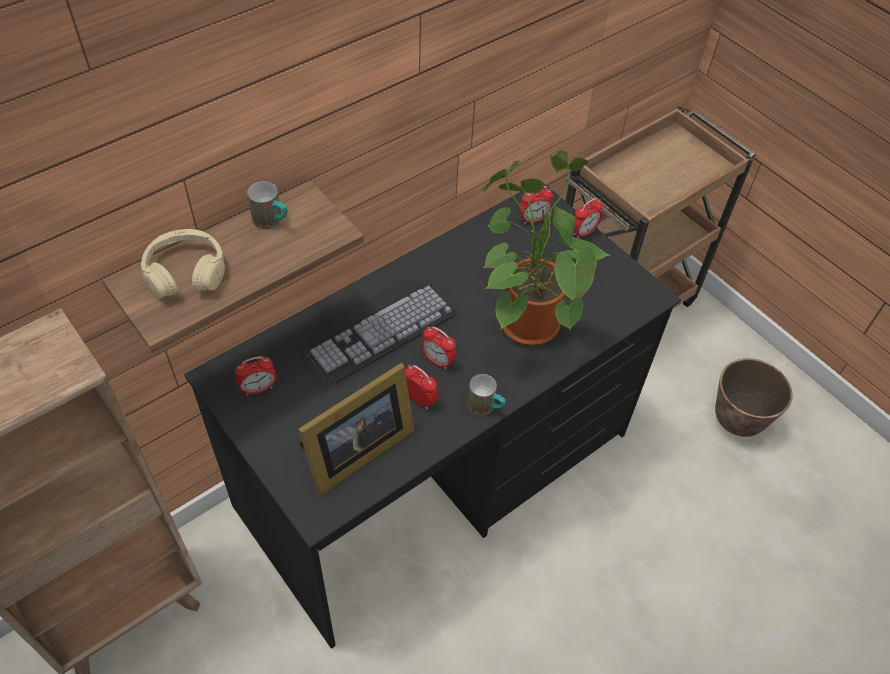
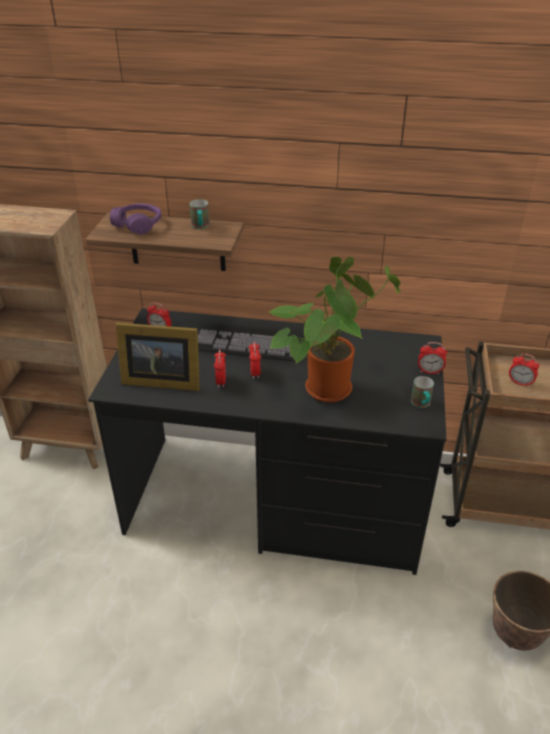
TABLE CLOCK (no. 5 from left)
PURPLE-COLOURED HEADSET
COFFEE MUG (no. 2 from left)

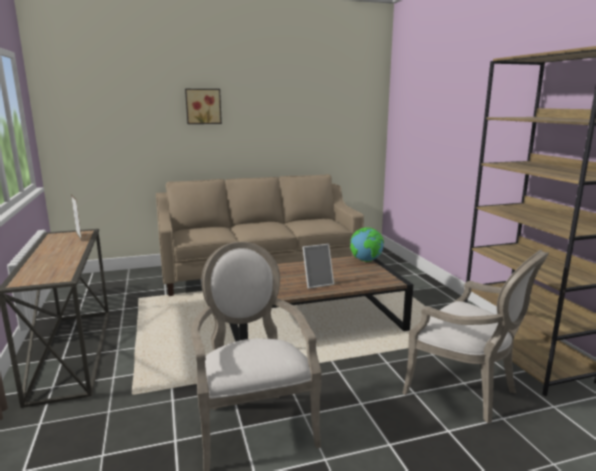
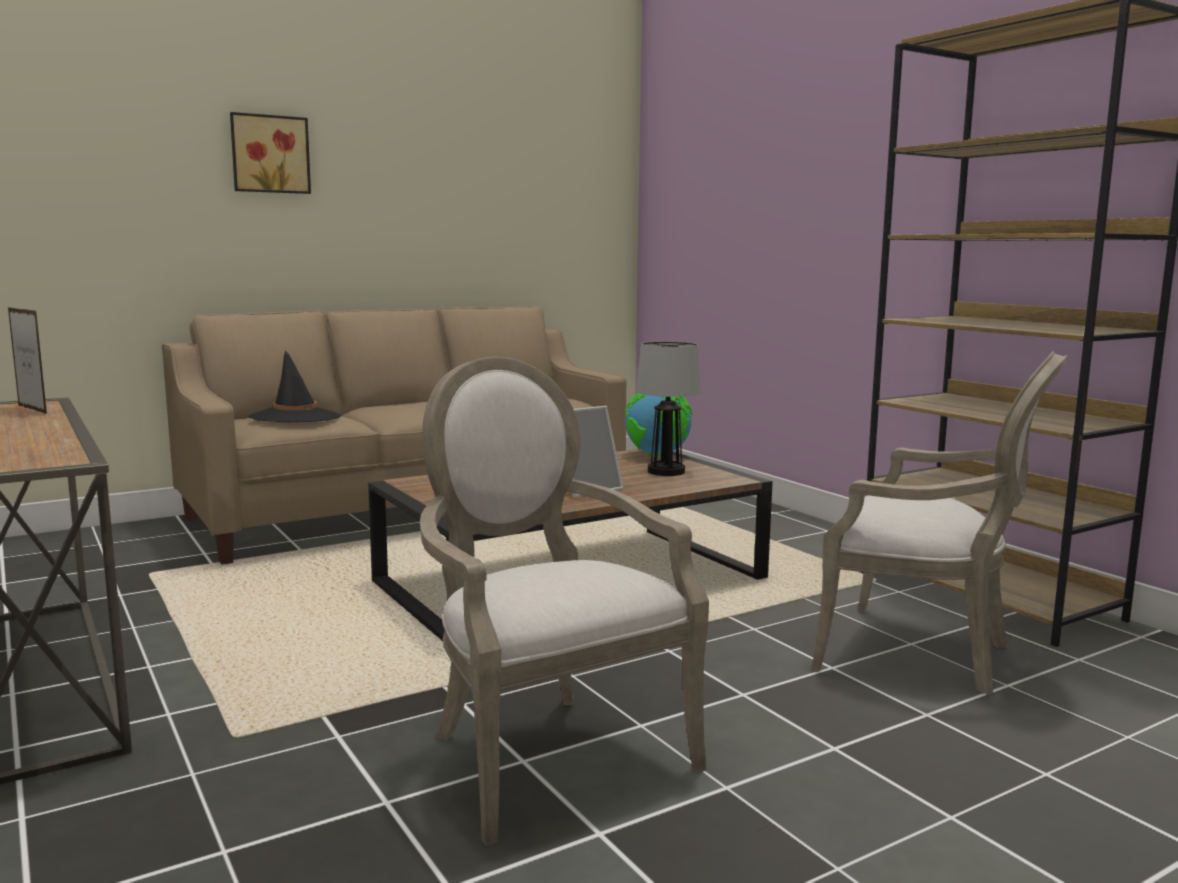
TABLE LAMP
BLACKISH WEARABLE HAT

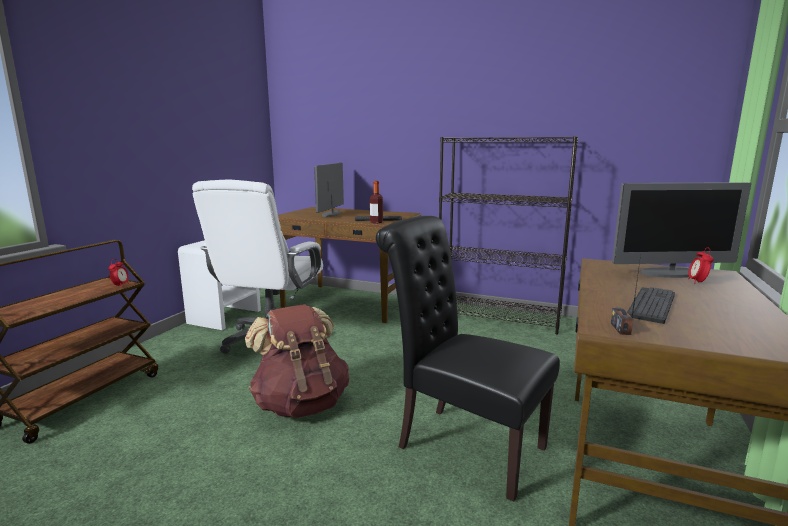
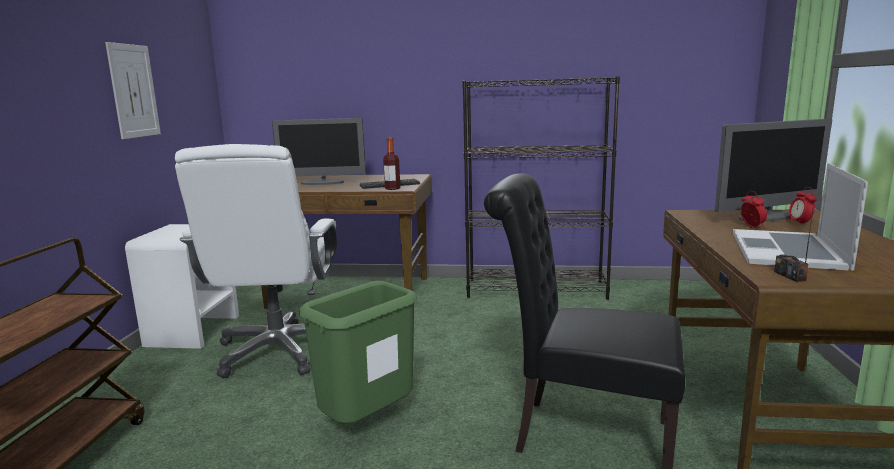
COMPUTER SCREEN (no. 1 from left)
TABLE CLOCK (no. 1 from left)
LAPTOP
GREENISH WASTE BIN
PICTURE

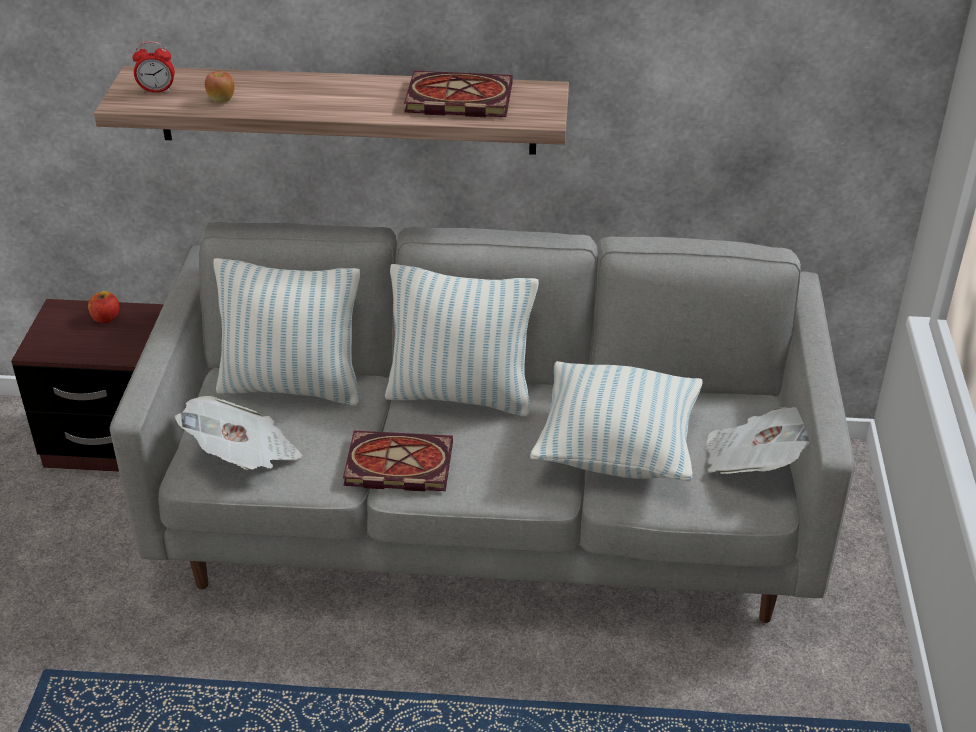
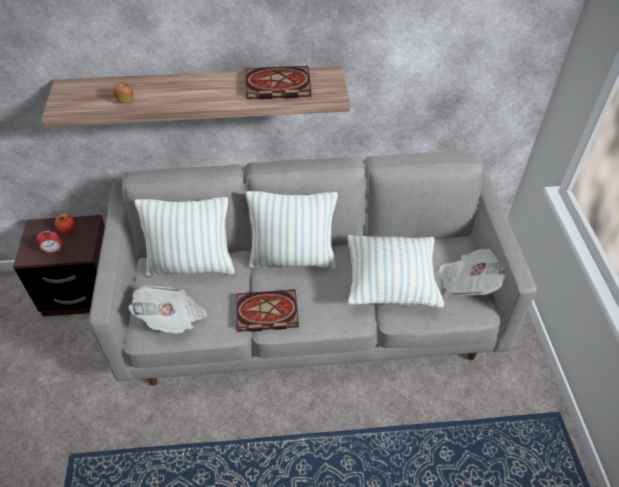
TABLE CLOCK

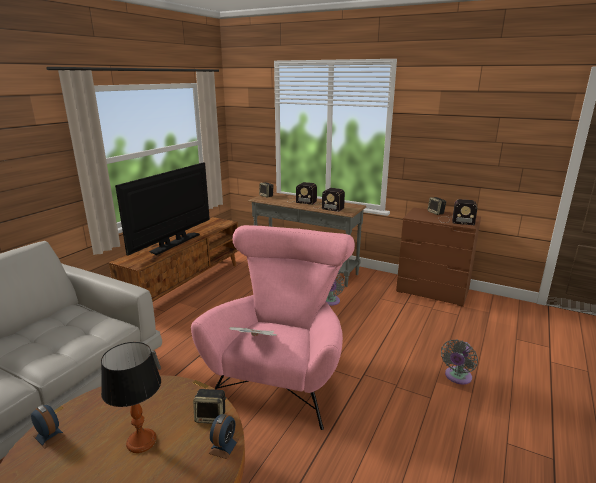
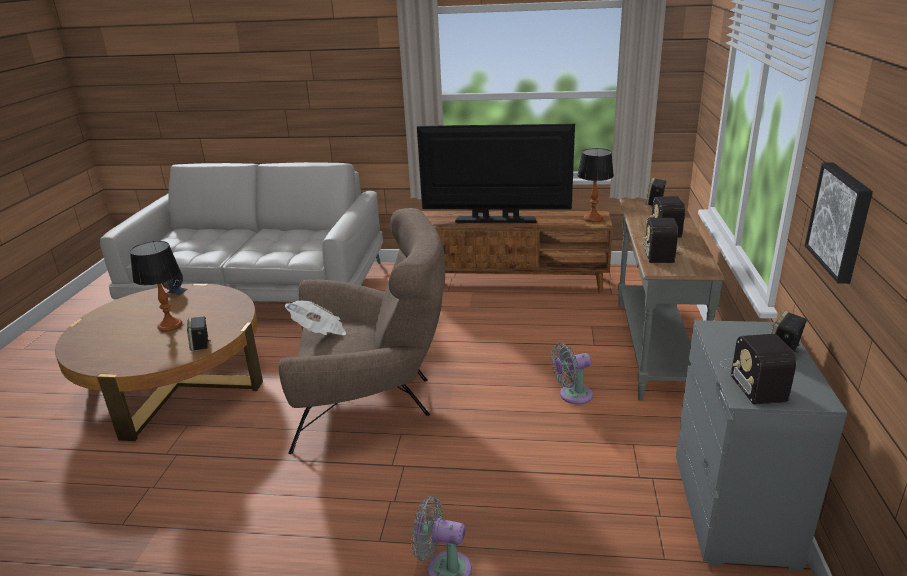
GREYISH CHEST OF DRAWERS
BROWN-COLOURED LOUNGE CHAIR
TABLE CLOCK (no. 2 from left in the first image)
TABLE LAMP (no. 2 from left)
PICTURE

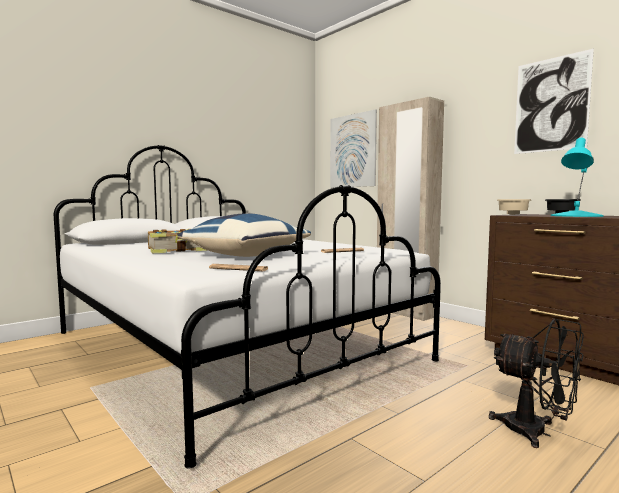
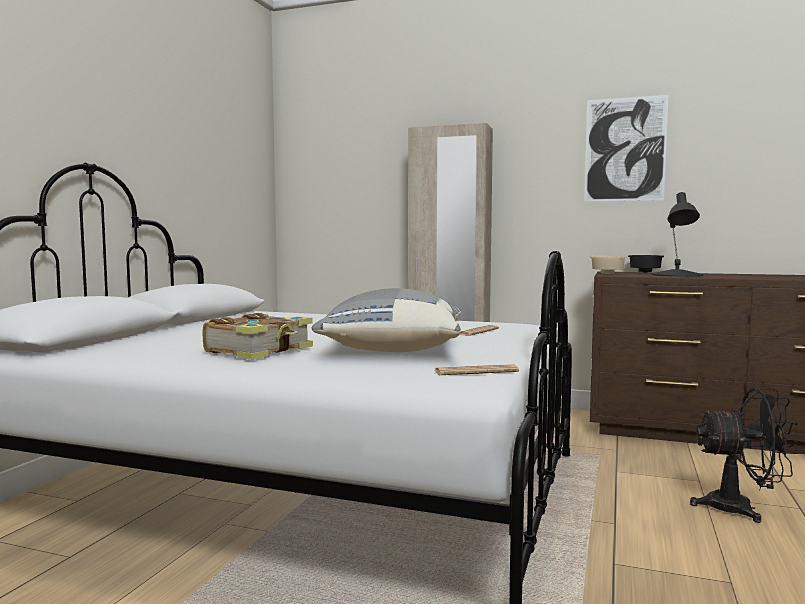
PICTURE (no. 1 from left in the first image)
BLACKISH TABLE LAMP
GREYISH THROW PILLOW

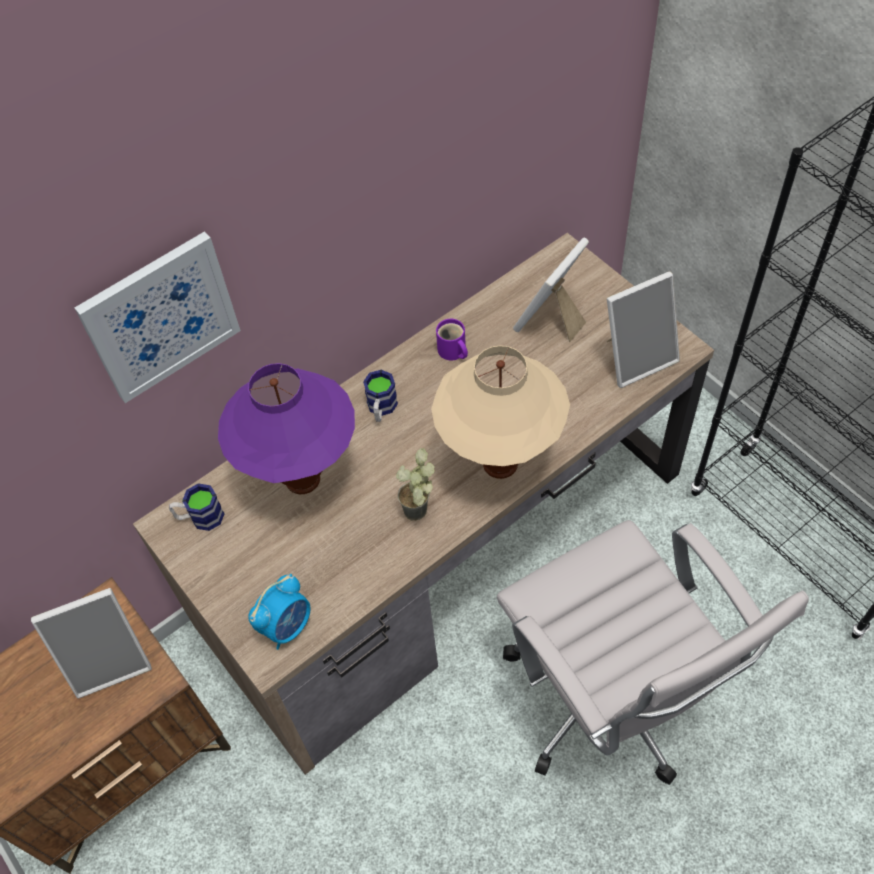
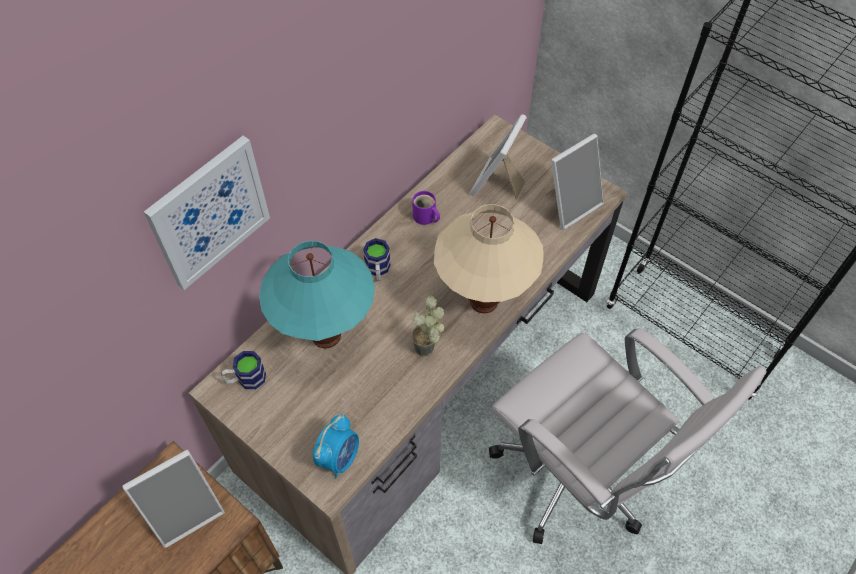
BLUE-GREEN TABLE LAMP

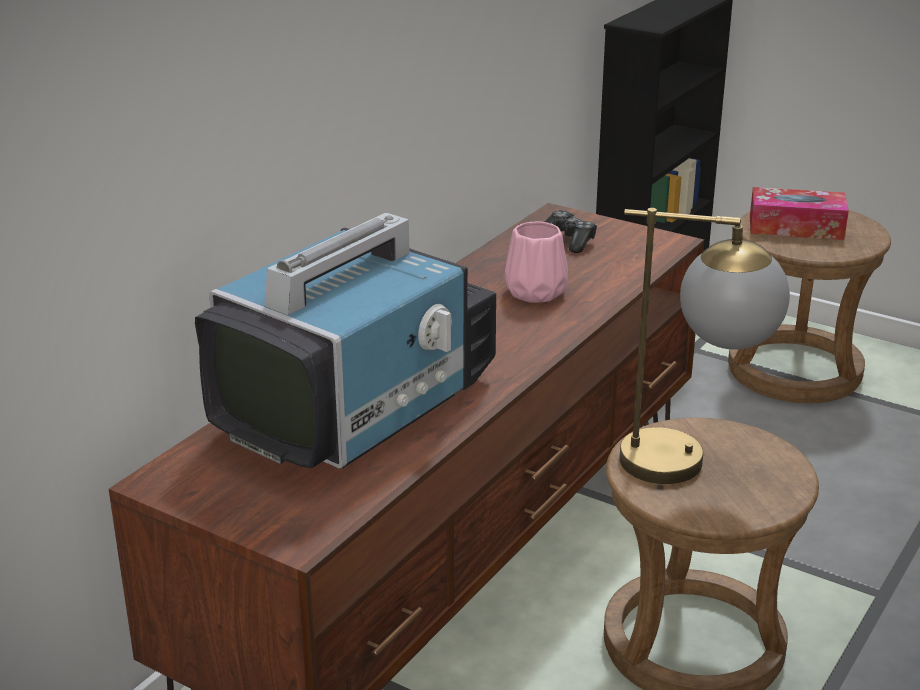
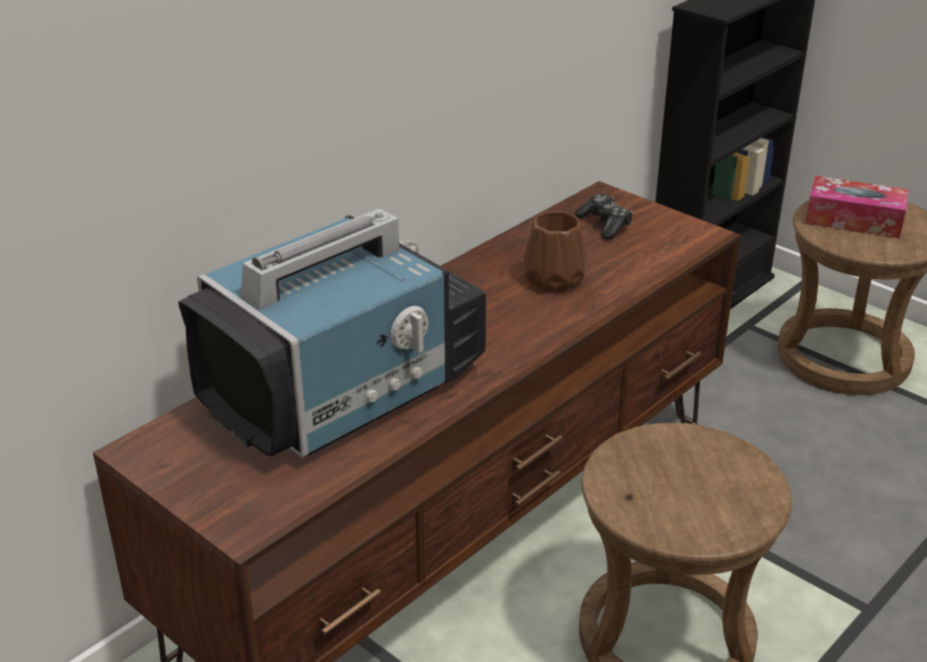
TABLE LAMP
BROWN-COLOURED FLOWER VASE

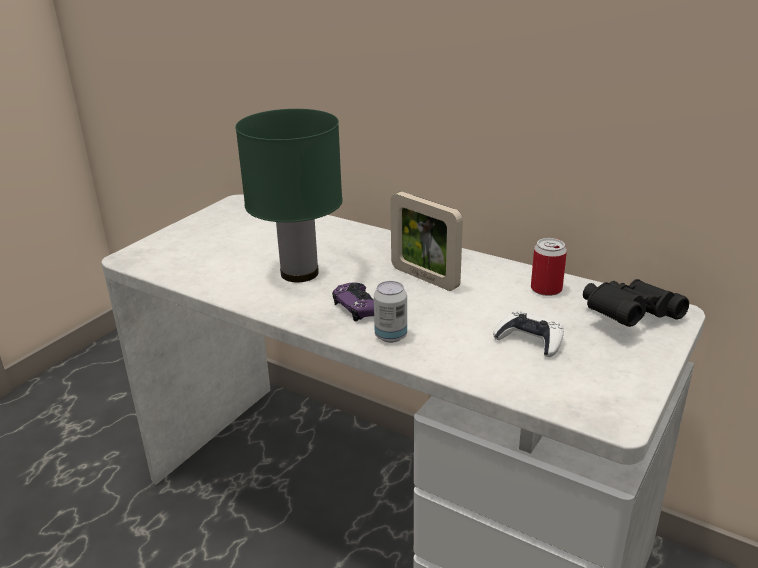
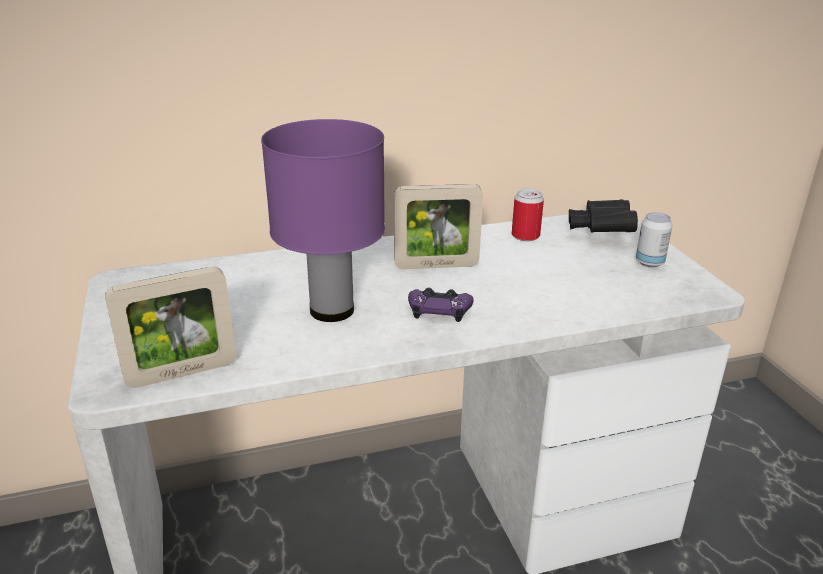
PURPLE-COLOURED TABLE LAMP
CAN (no. 2 from left)
WHITE-COLOURED GAME CONTROLLER
PHOTO FRAME (no. 1 from left)

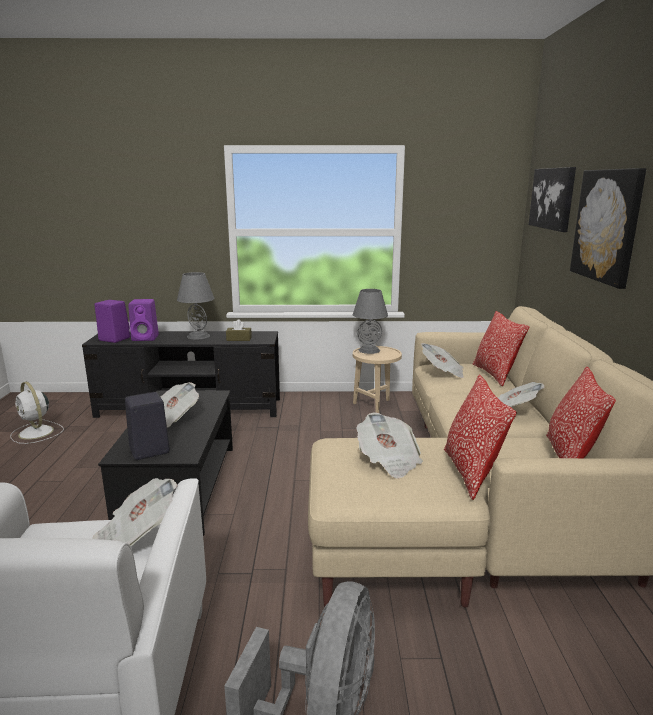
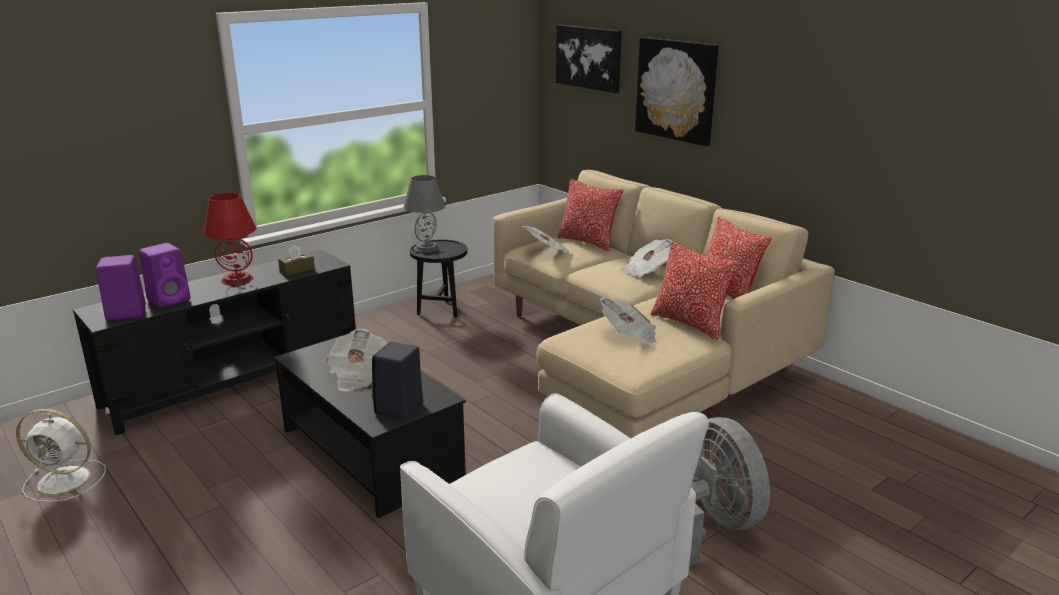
REDDISH TABLE LAMP
BLACKISH END TABLE
DAILY PAPER (no. 1 from left in the first image)

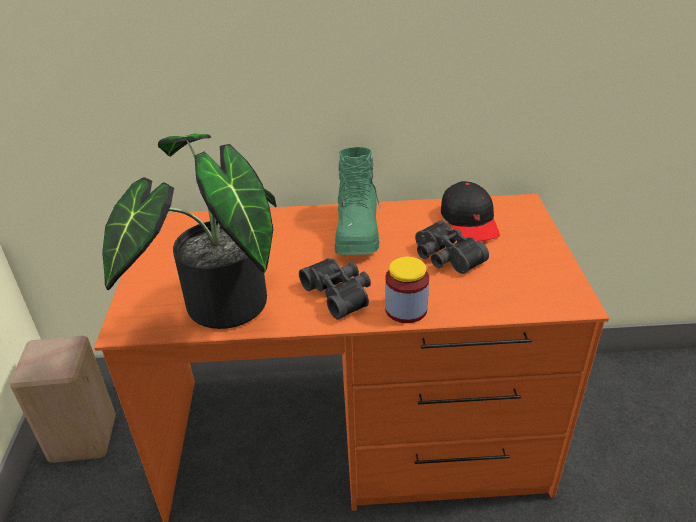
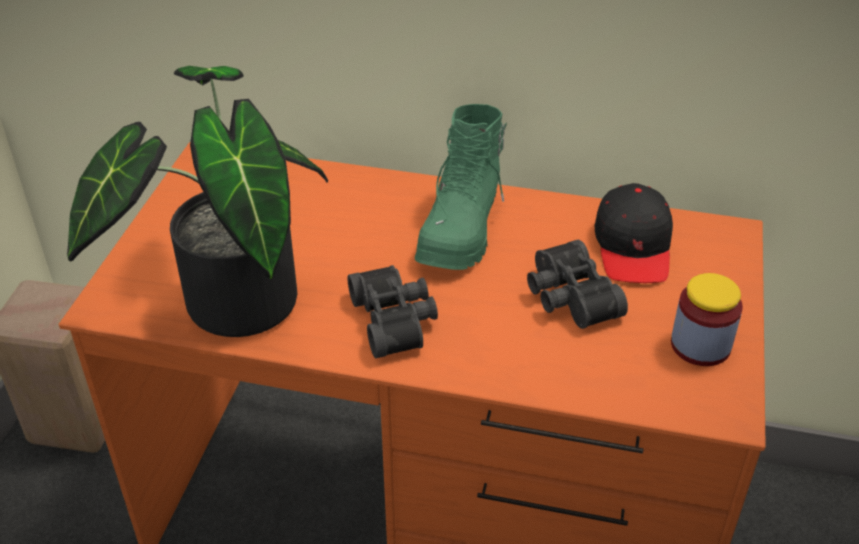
PRESERVE JAR

